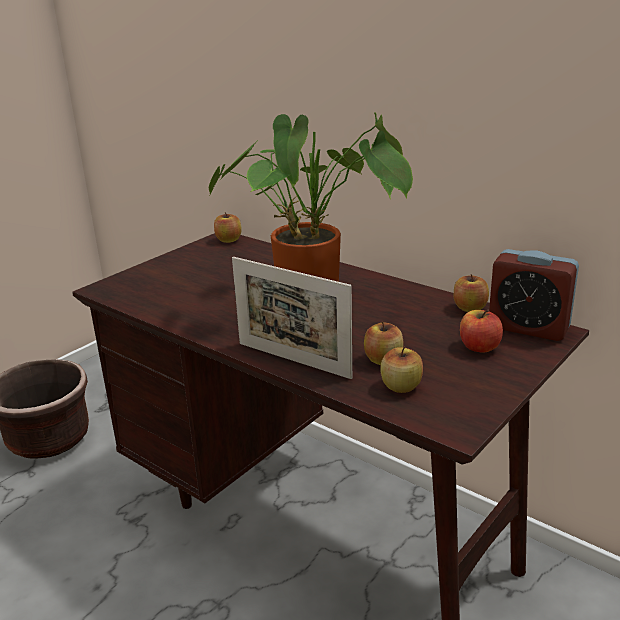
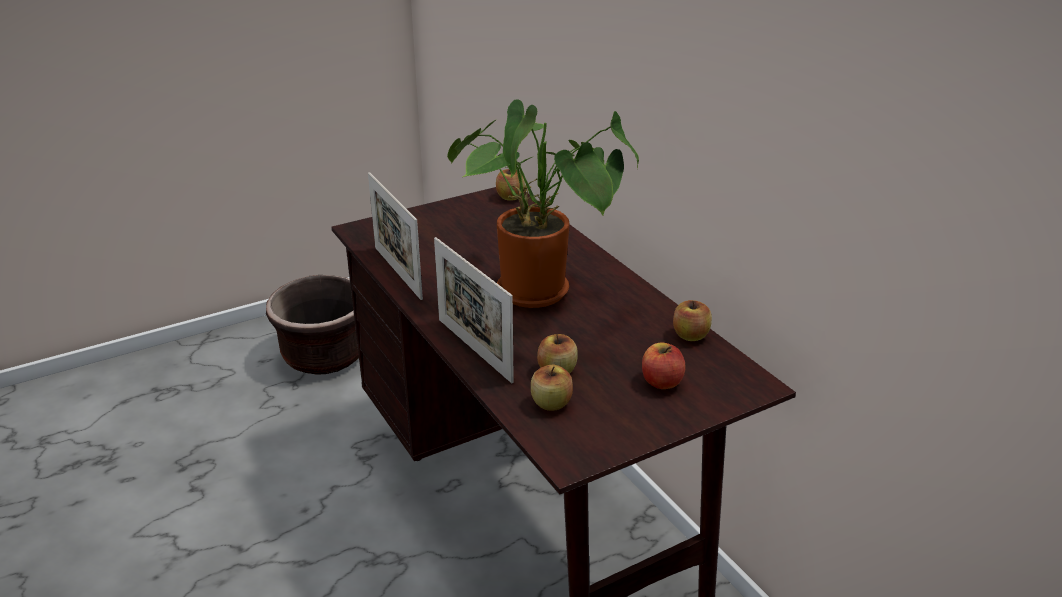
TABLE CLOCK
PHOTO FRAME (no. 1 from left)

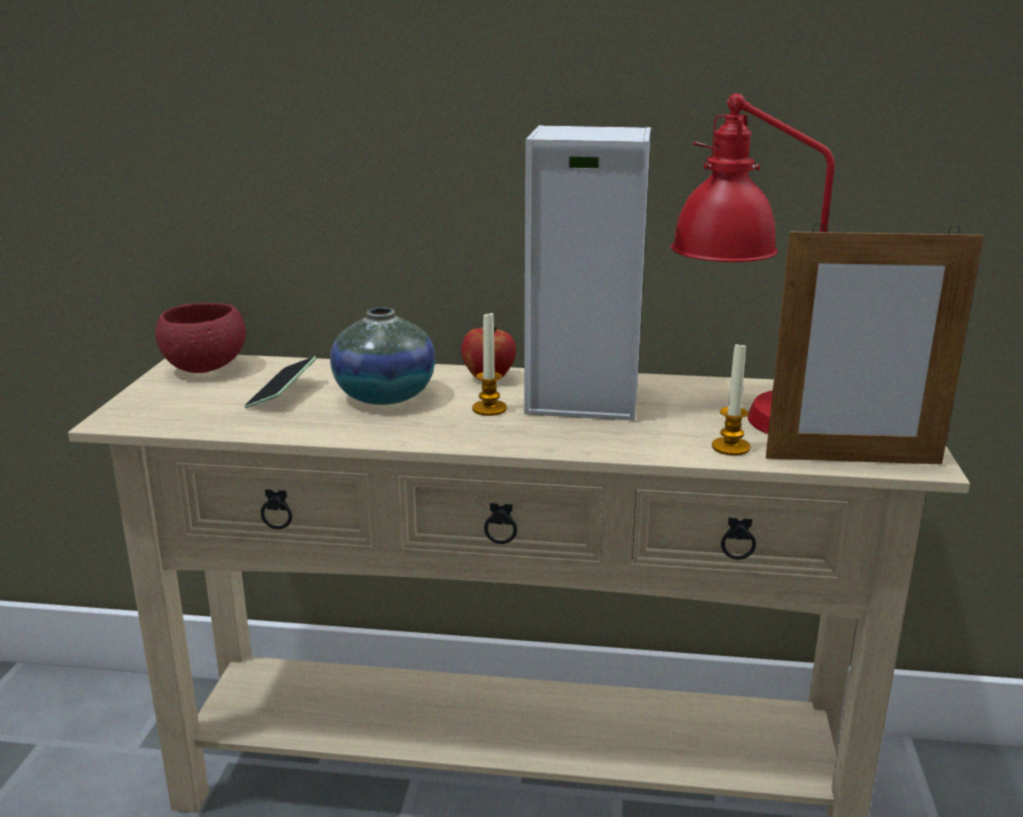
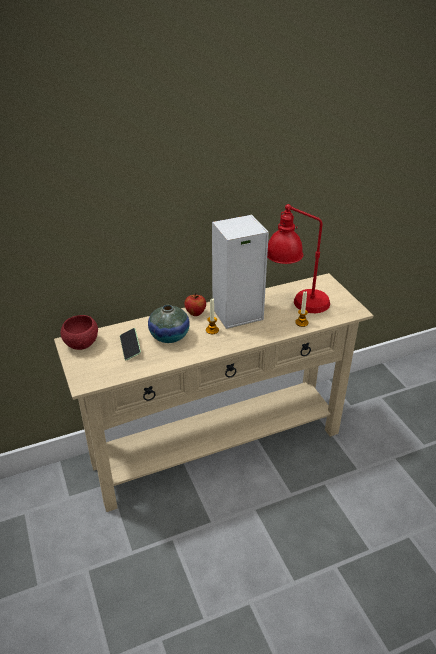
PHOTO FRAME

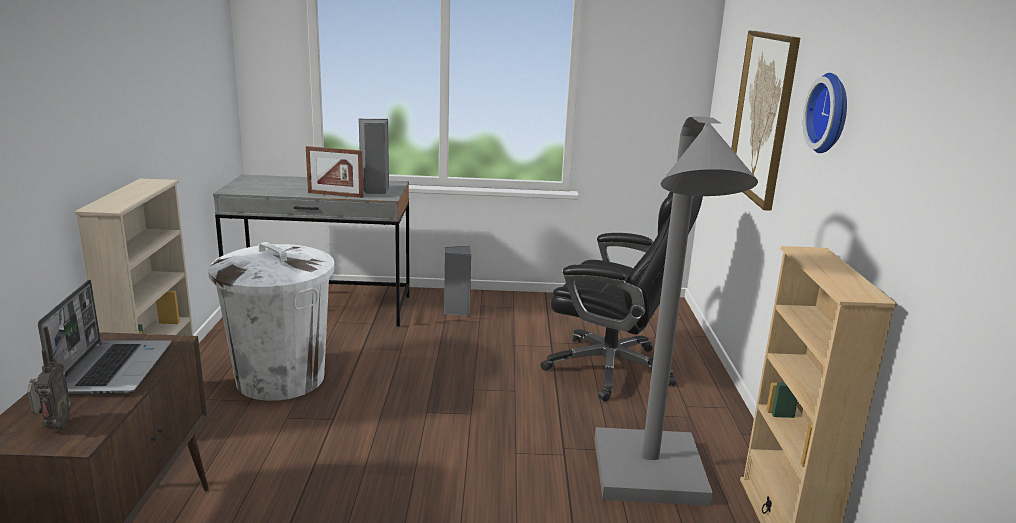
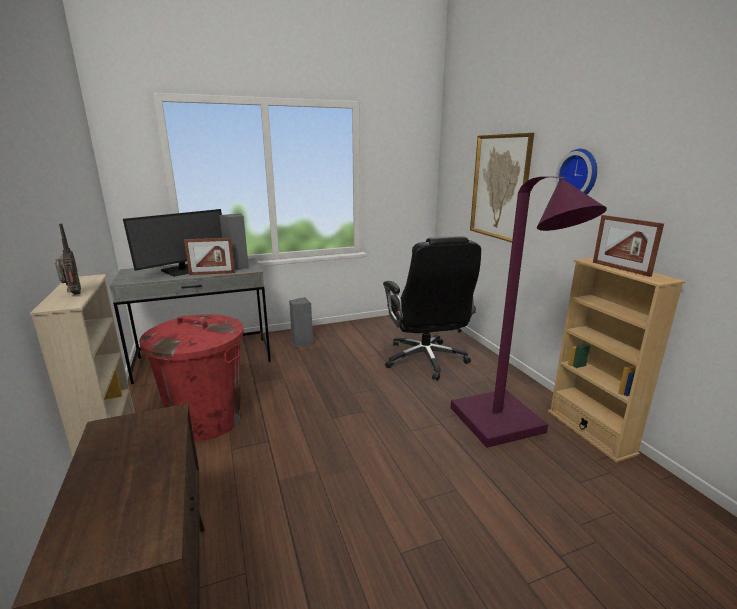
PURPLE-COLOURED FLOOR LAMP
BLACKISH OFFICE CHAIR
REDDISH WASTE BIN
LAPTOP
RADIO
COMPUTER SCREEN
PHOTO FRAME (no. 2 from left)

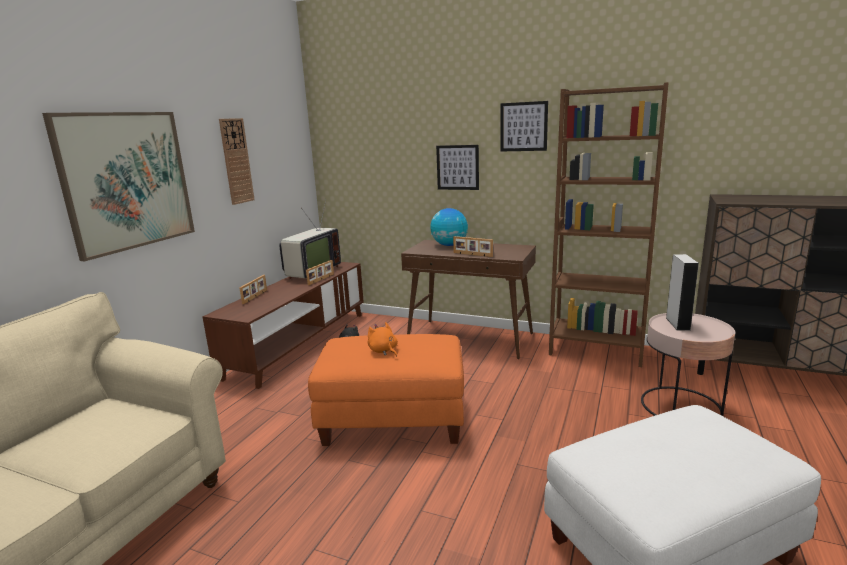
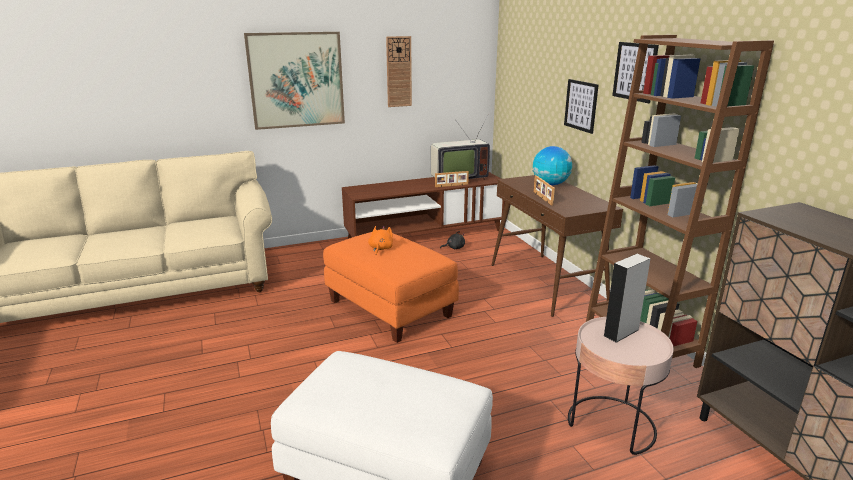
PHOTO FRAME (no. 1 from left in the first image)

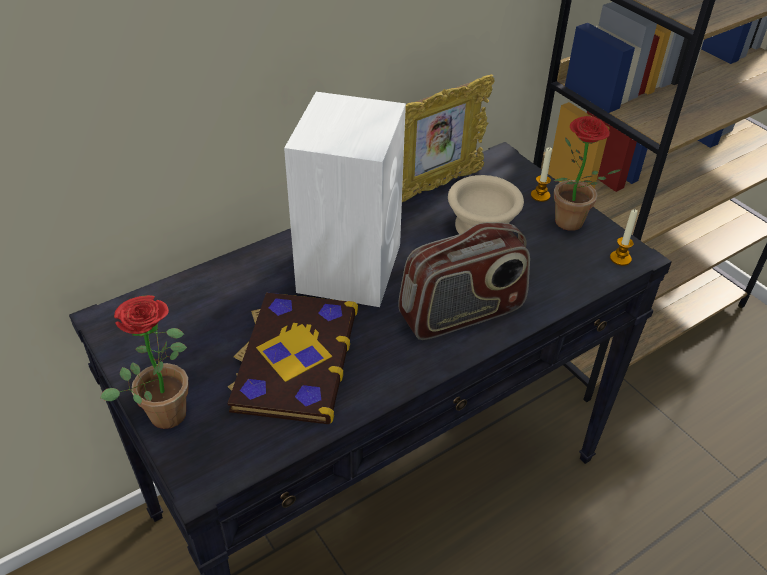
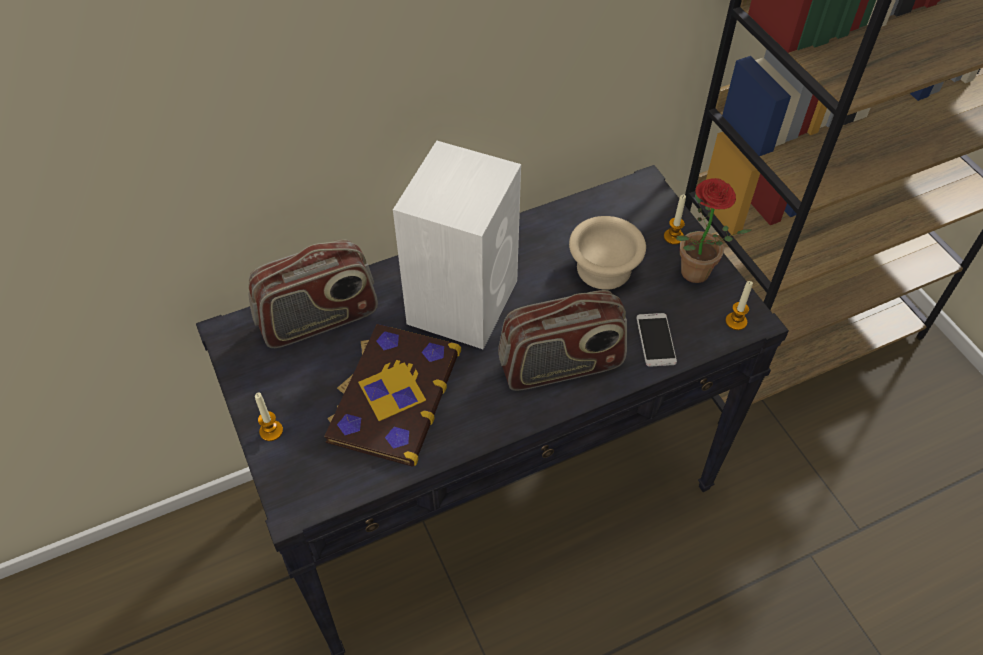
PHOTO FRAME
CANDLE (no. 1 from left)
RADIO (no. 1 from left)
HANDSET

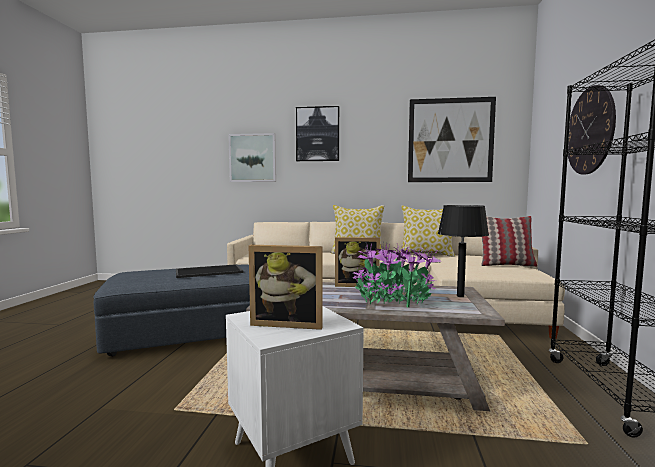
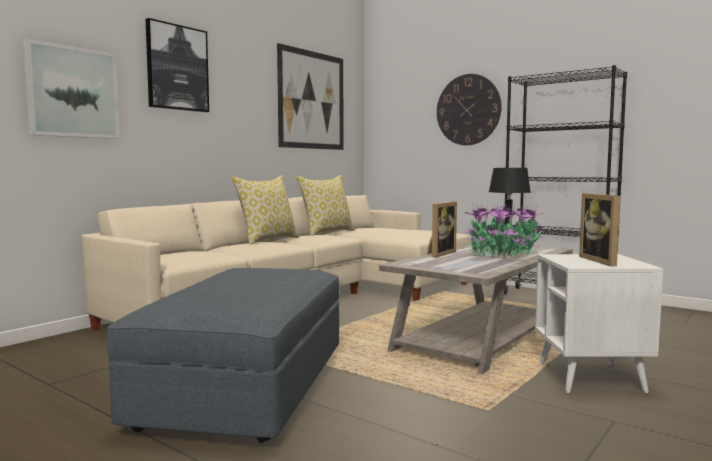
THROW PILLOW (no. 3 from left in the first image)
PHOTO FRAME (no. 2 from left)
CARRYING TRAY

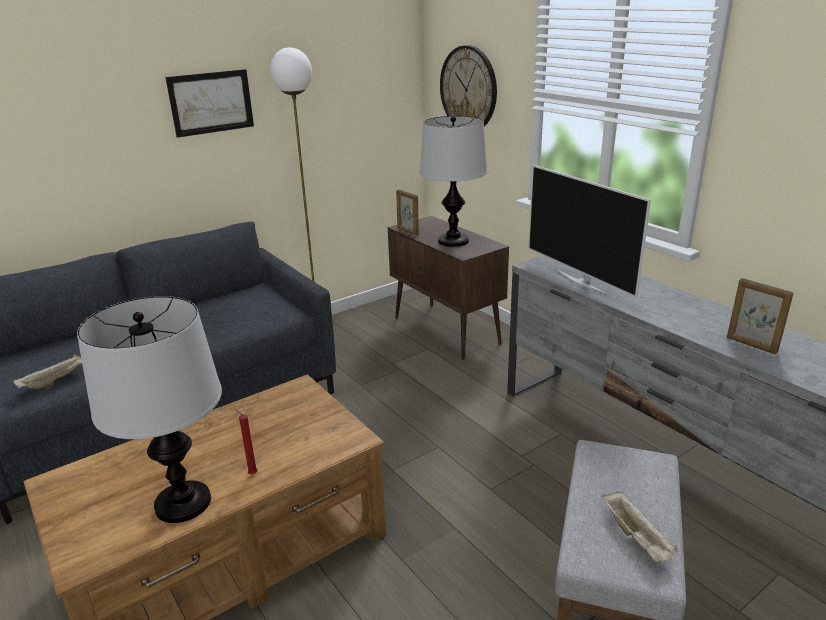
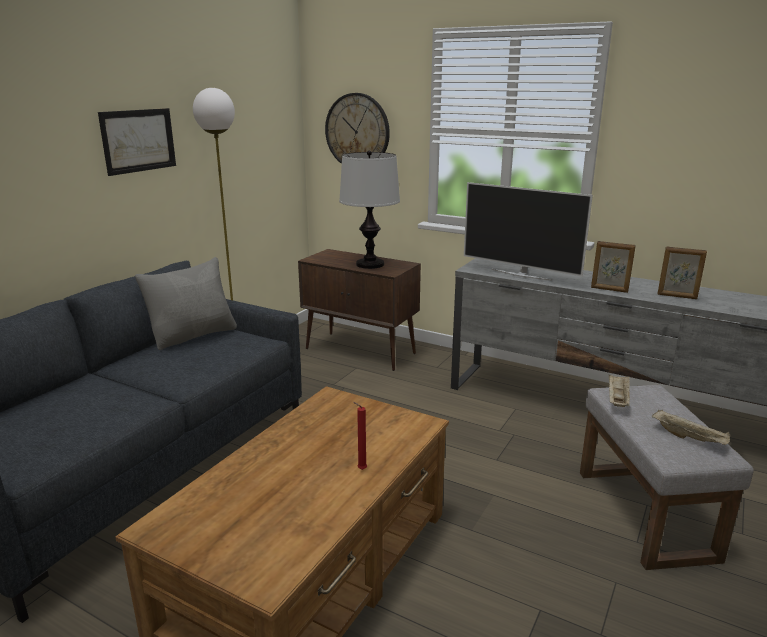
PHOTO FRAME (no. 1 from left)
TABLE LAMP (no. 1 from left in the first image)
SAND-COLOURED CARRYING TRAY (no. 1 from left)
GREYISH THROW PILLOW

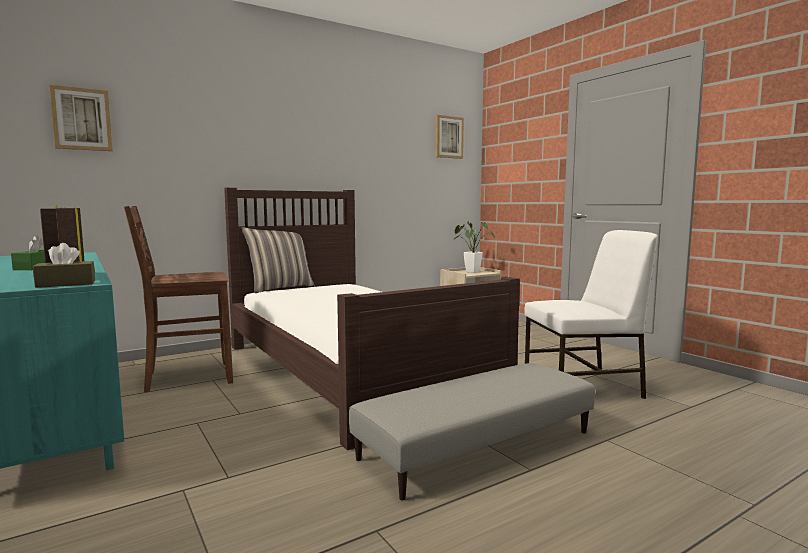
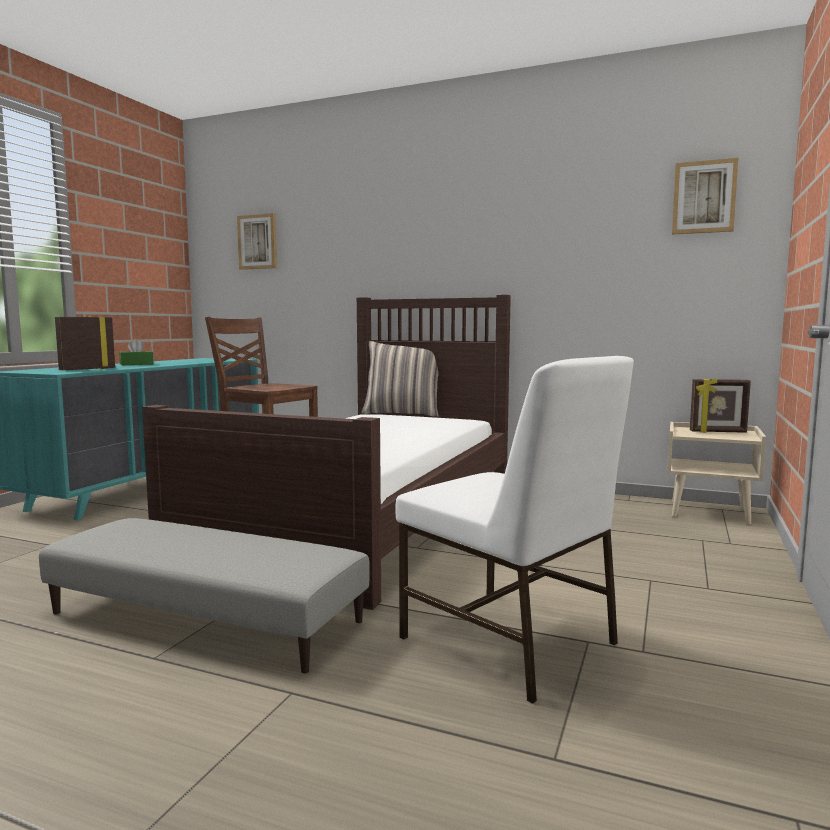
PHOTO FRAME (no. 2 from left)
BROWN-COLOURED TISSUE HOLDER

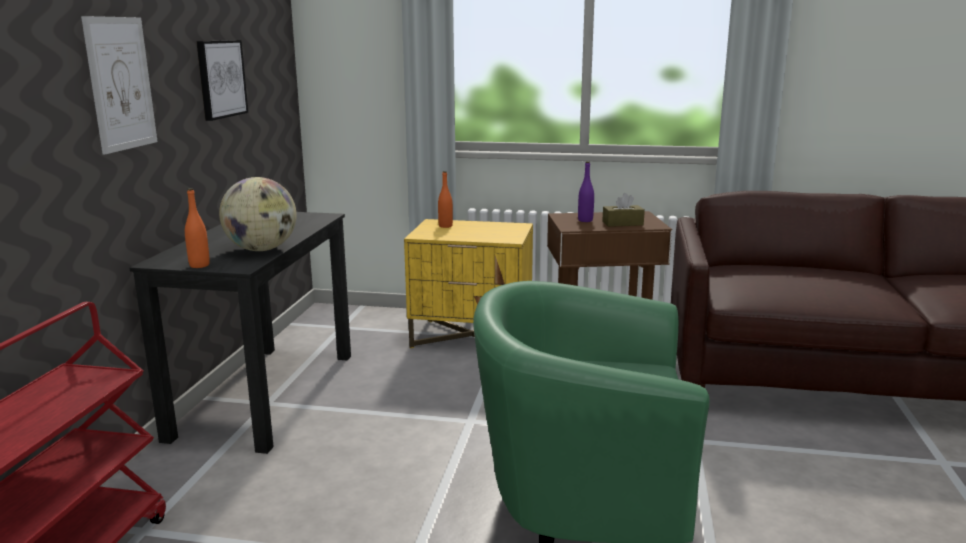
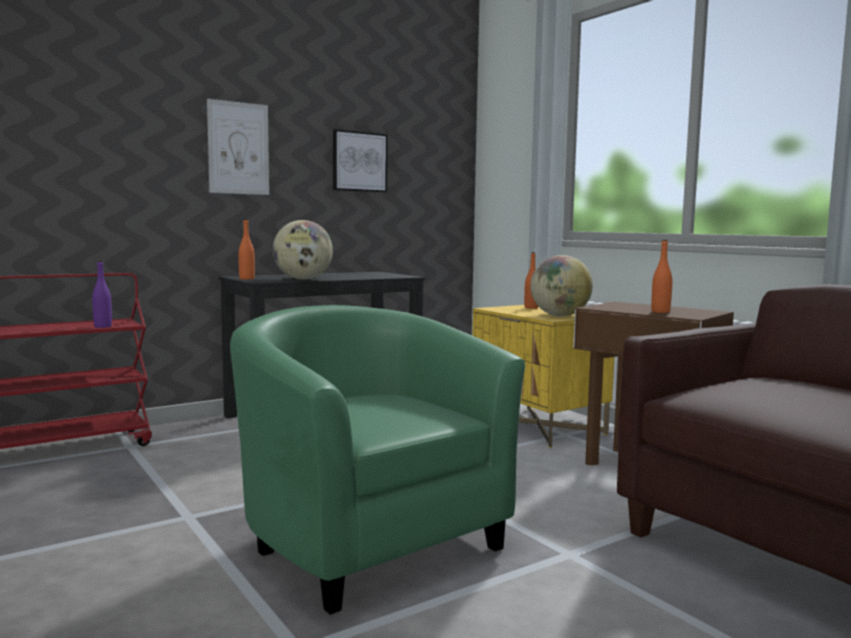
PURPLE-COLOURED BEVERAGE BOTTLE
ORANGE BEVERAGE BOTTLE (no. 3 from left)
DESK GLOBE (no. 2 from left)

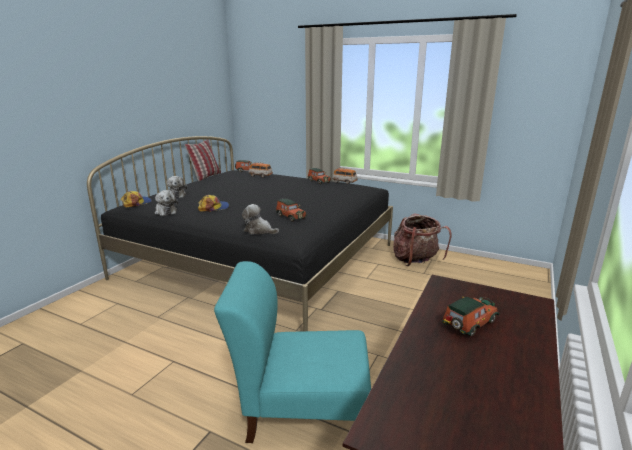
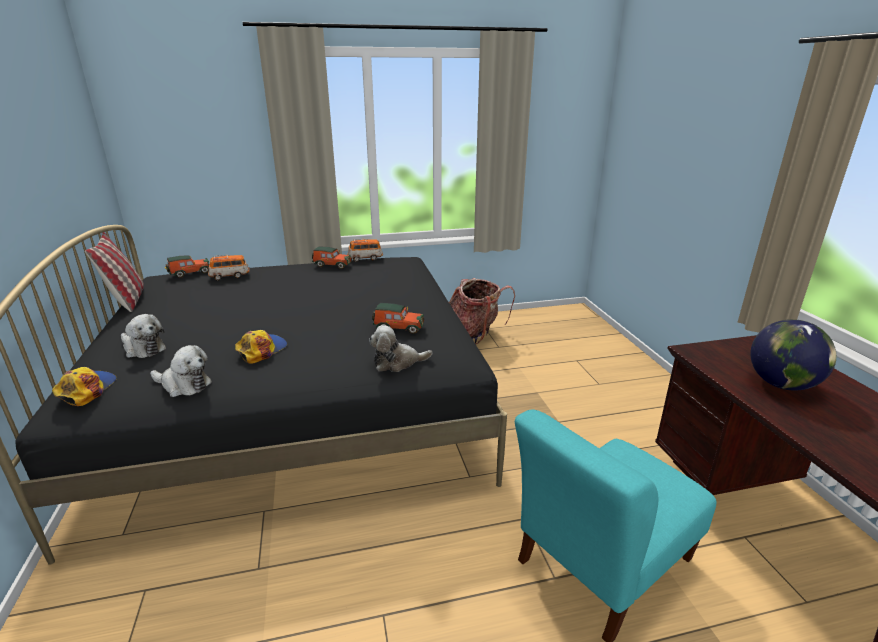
DESK GLOBE

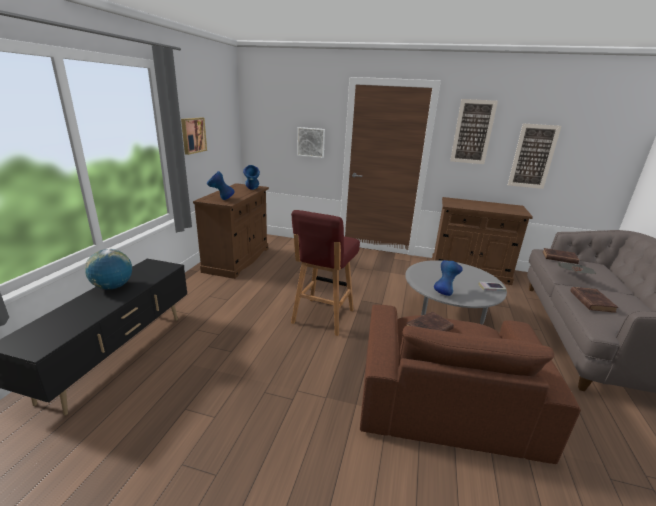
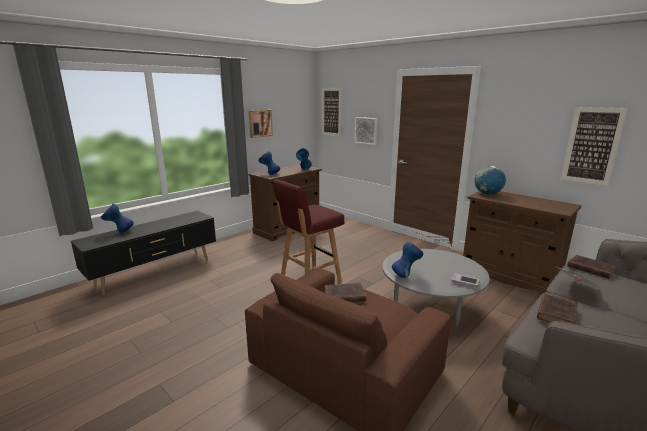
PICTURE (no. 2 from left)
DESK GLOBE
BLUE FLOWER VASE (no. 1 from left)

